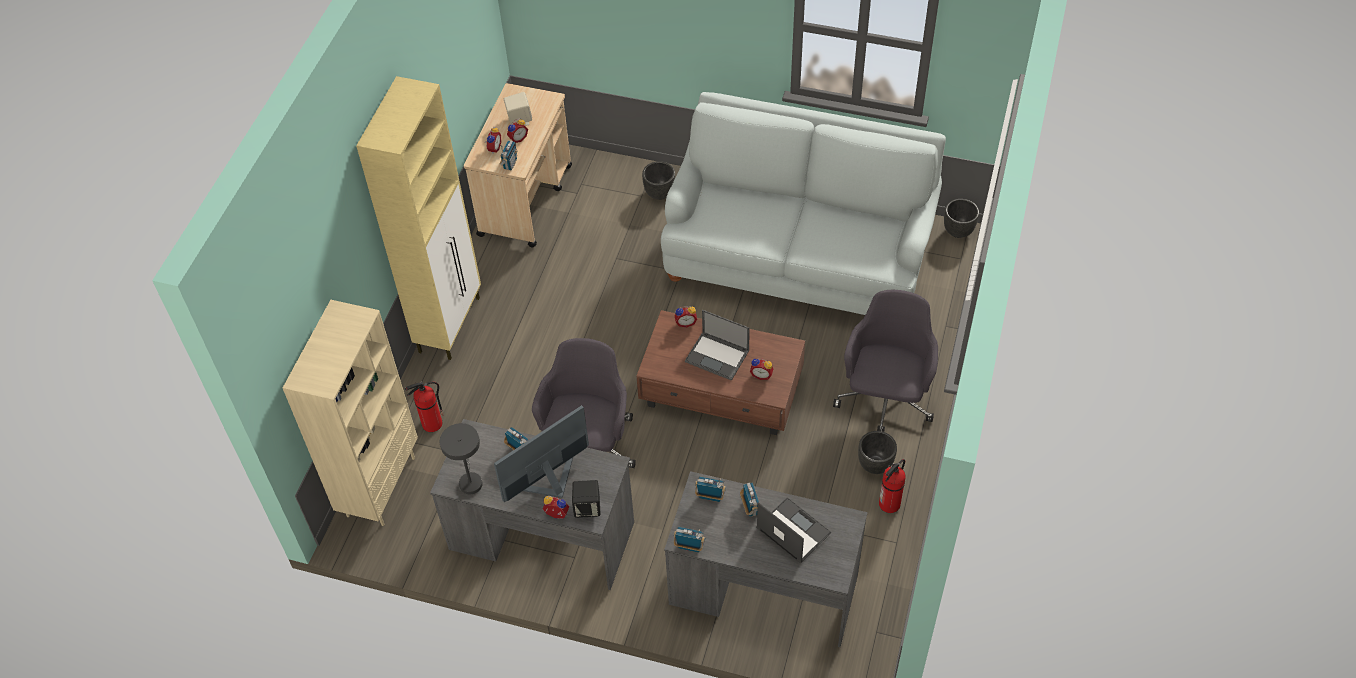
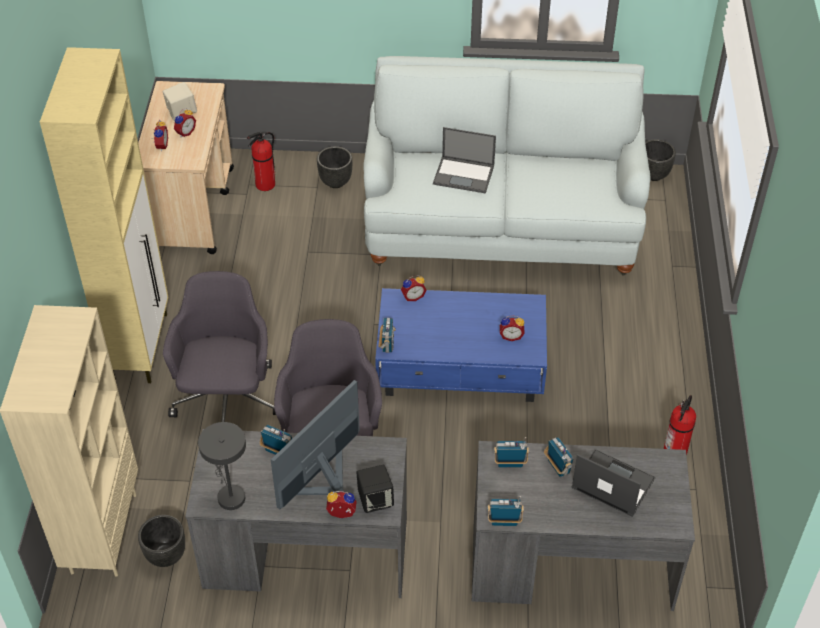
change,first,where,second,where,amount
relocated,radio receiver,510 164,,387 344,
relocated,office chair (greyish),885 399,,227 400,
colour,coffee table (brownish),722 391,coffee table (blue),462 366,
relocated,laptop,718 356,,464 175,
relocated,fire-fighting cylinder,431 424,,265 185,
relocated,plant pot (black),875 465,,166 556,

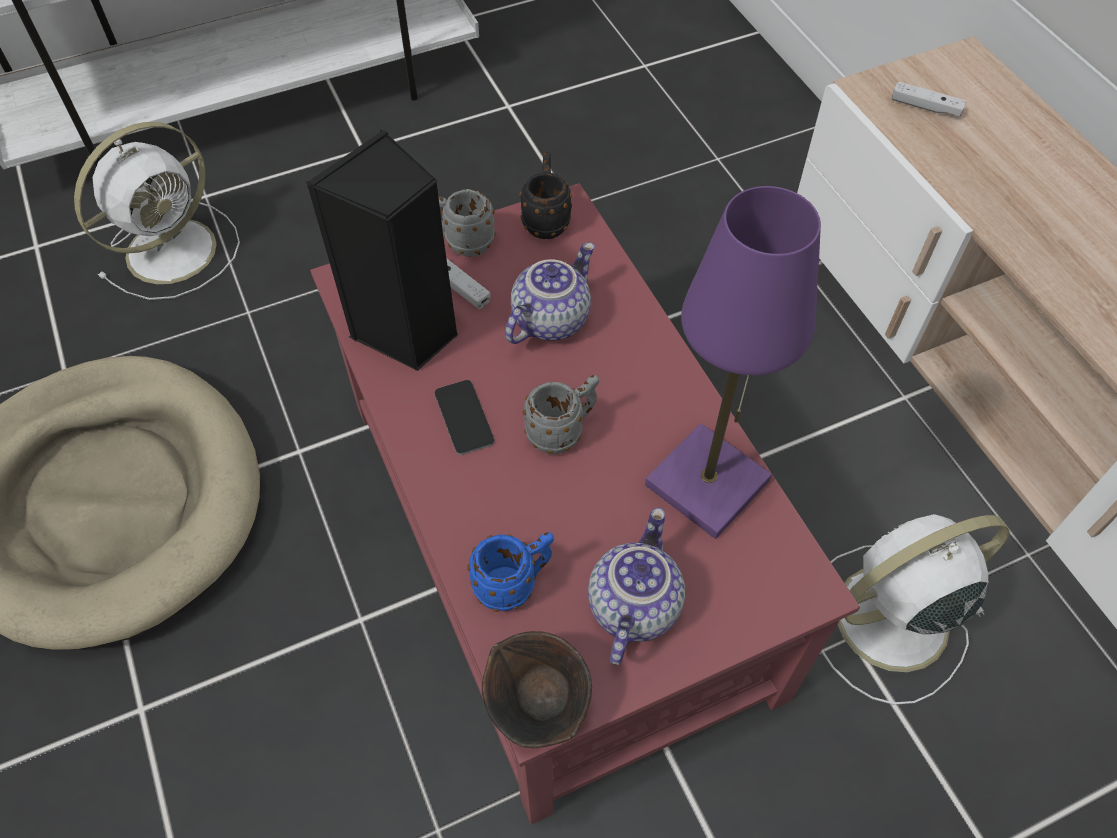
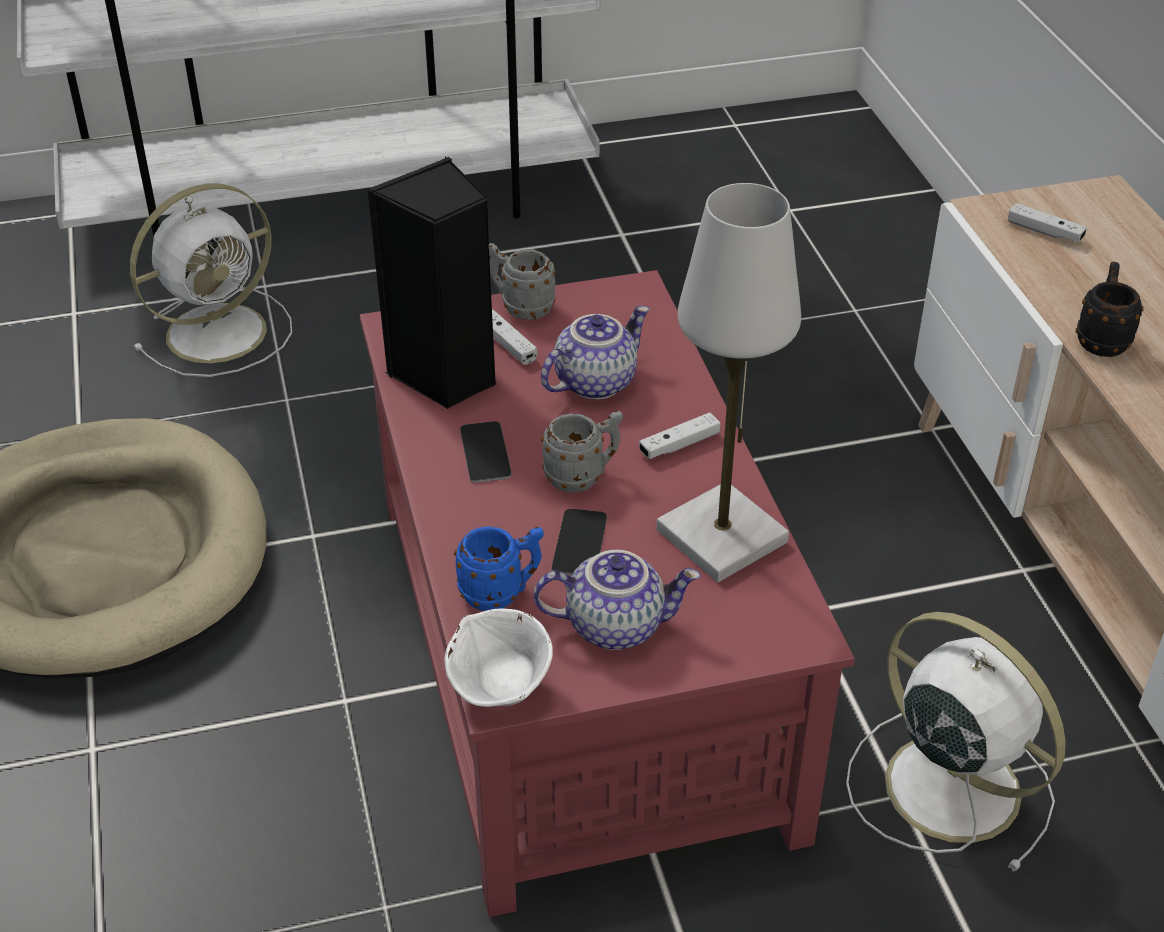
change,first,where,second,where,amount
relocated,coffee mug (black),546 220,,1101 339,
colour,lamp for a table (purple),707 483,lamp for a table (white),722 536,
spun,tea pot,631 605,,616 624,60 degrees clockwise
spun,electric fan (white),886 619,,947 784,60 degrees clockwise
colour,deep dish (brownish),539 704,deep dish (white),501 690,
appeared,,,game controller (white),679 445,
appeared,,,handset,579 543,

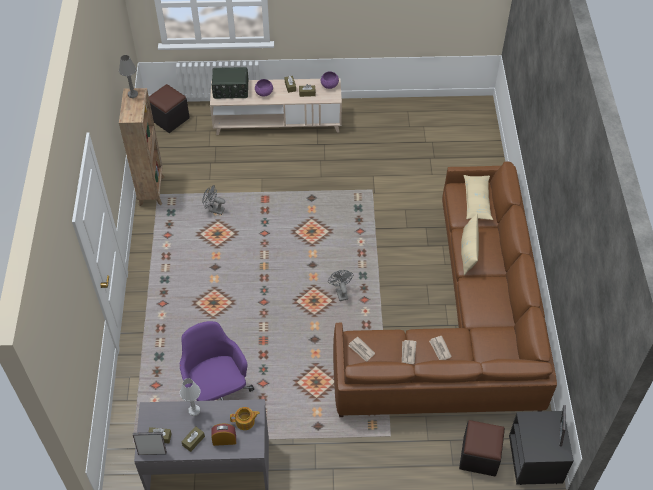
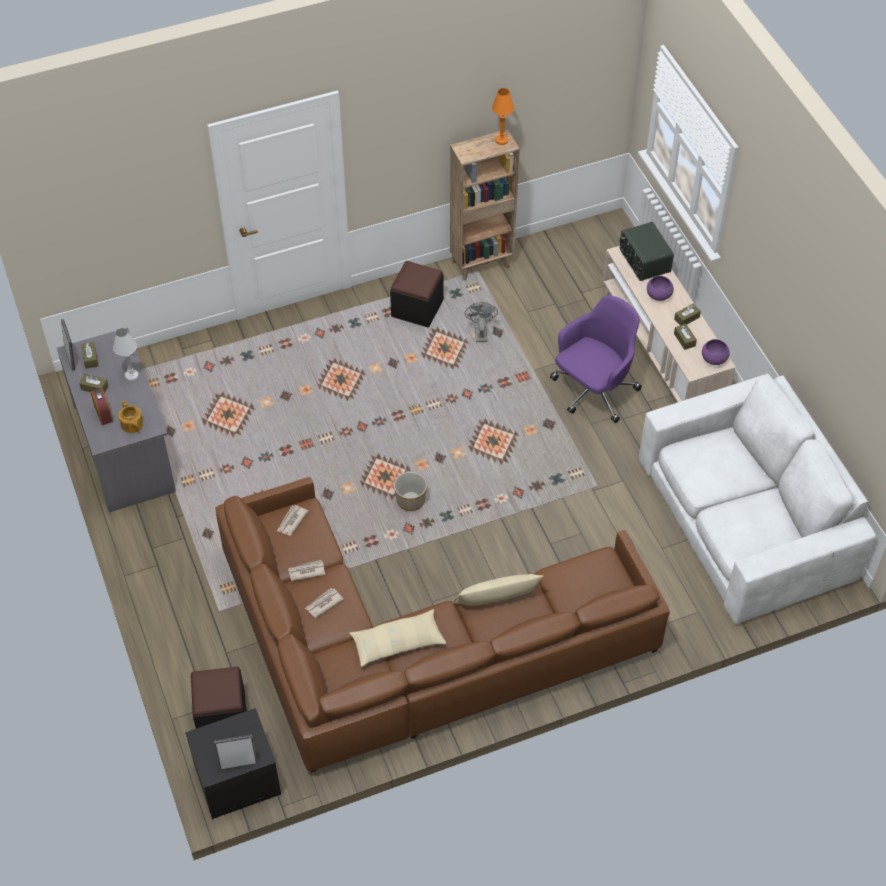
change,first,where,second,where,amount
colour,lamp for a table (greyish),133 94,lamp for a table (orangey),501 140,
relocated,pouffe (black),169 119,,417 308,
relocated,throw pillow (sand-coloured),477 201,,397 643,
exchanged,electric fan (greyish),341 292,plant pot,410 500,
relocated,office chair (purple),217 393,,593 392,
appeared,,,sofa (white),746 520,

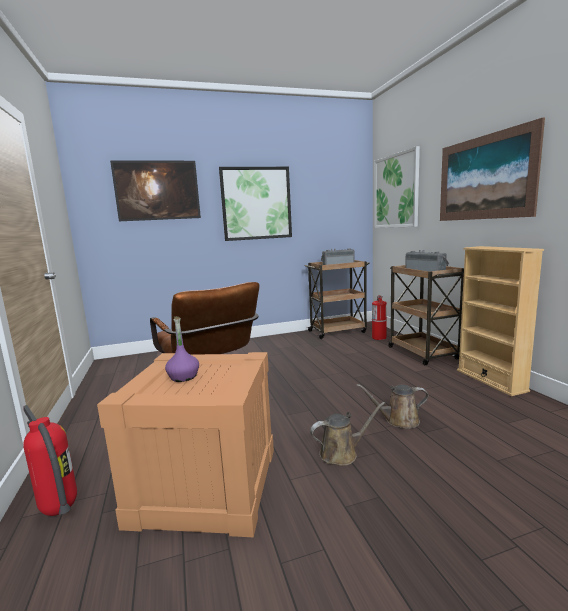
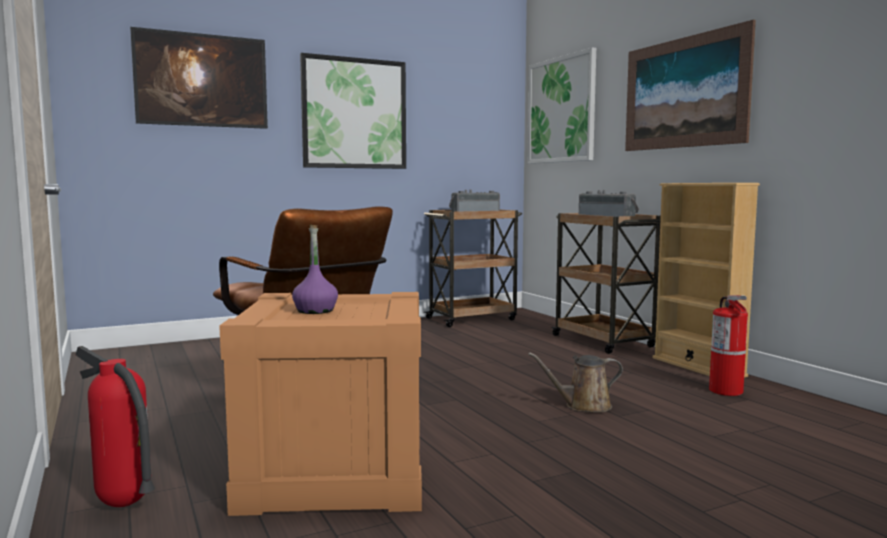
change,first,where,second,where,amount
relocated,fire-fighting cylinder,379 338,,726 391,
missing,sprinkling can (brownish),342 453,,,

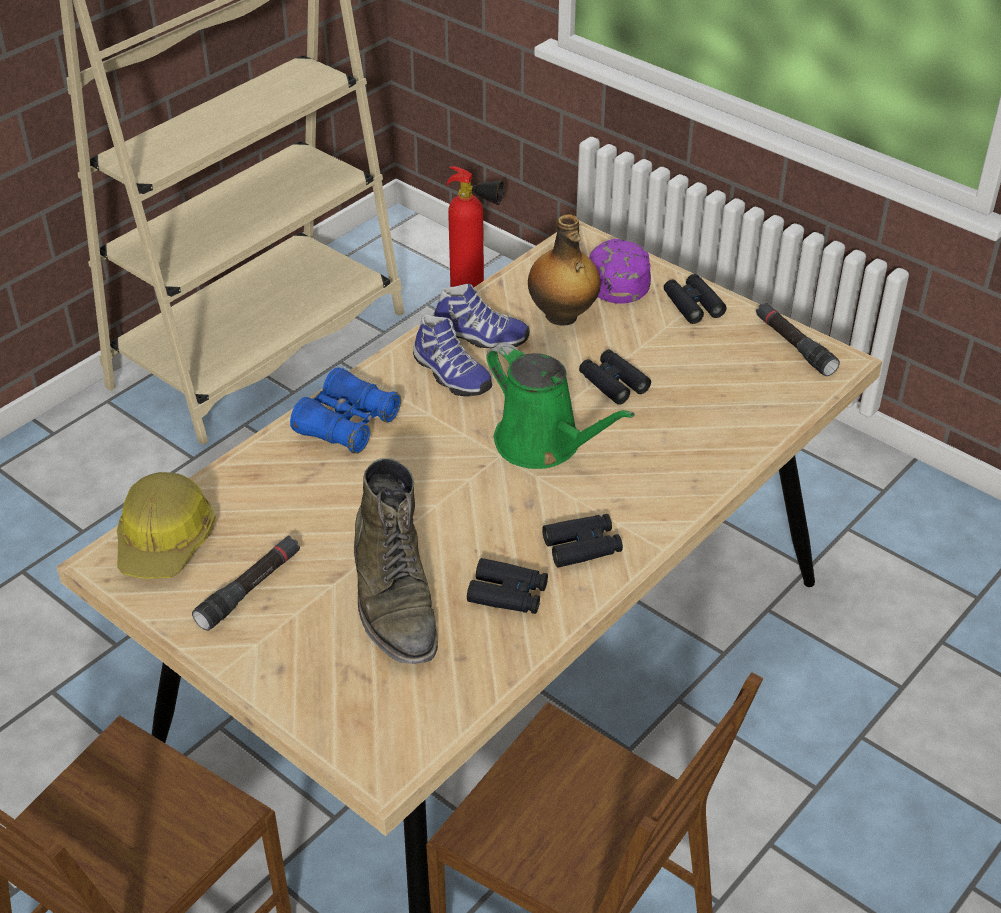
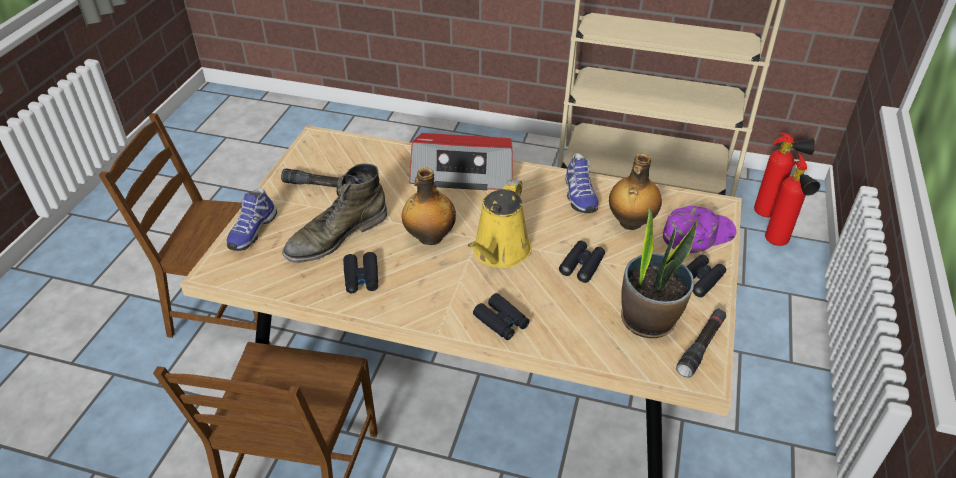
change,first,where,second,where,amount
relocated,low shoe,450 375,,251 231,
colour,sprinkling can (green),544 444,sprinkling can (yellowish),499 253,
exchanged,binoculars (blue),347 424,radio receiver,463 173,
missing,safety helmet,166 540,,,
relocated,binoculars (black),582 546,,501 321,
appeared,,,fire-fighting cylinder,770 213,
appeared,,,drink bottle,429 237,
appeared,,,plant in a pot,648 319,

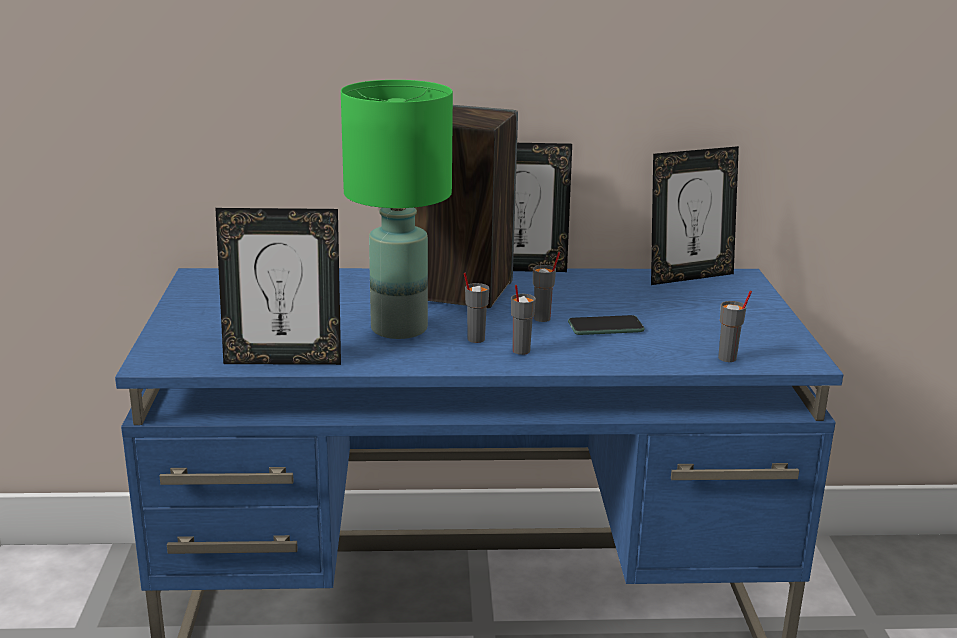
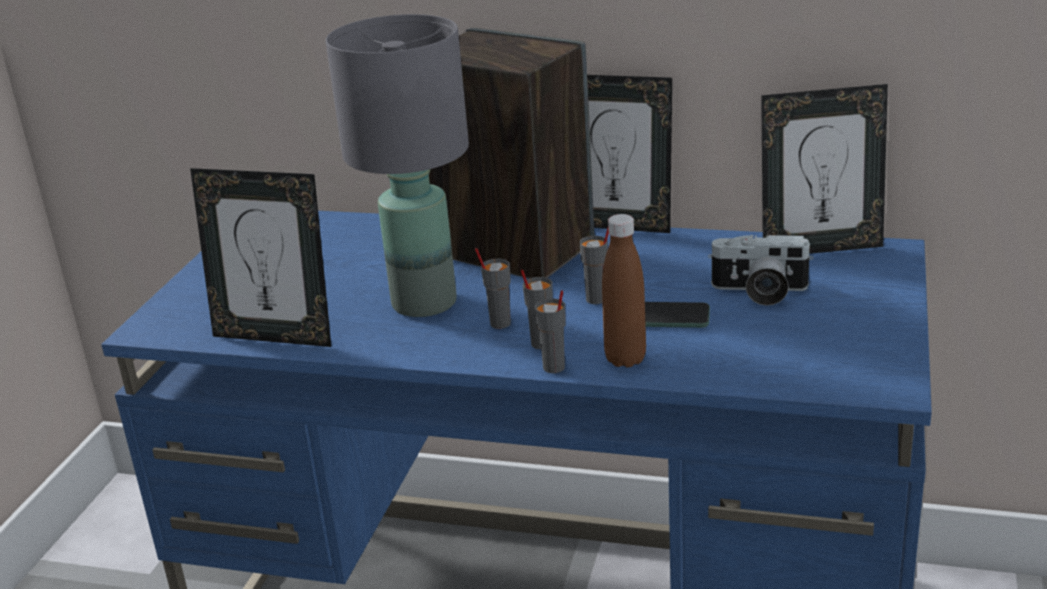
change,first,where,second,where,amount
colour,lamp for a table (green),399 329,lamp for a table (greyish),424 303,
relocated,drinking cup (greyish),727 358,,554 367,
appeared,,,drink bottle (brownish),625 359,
appeared,,,still camera,759 292,

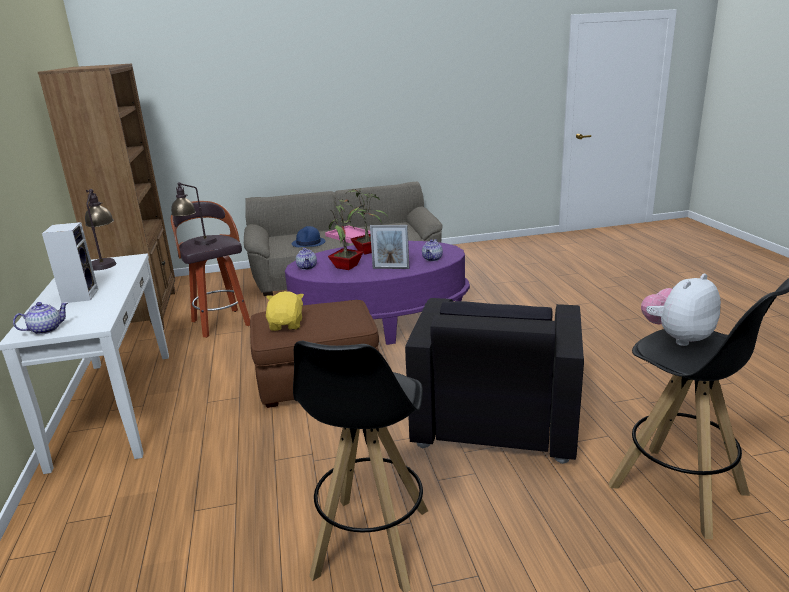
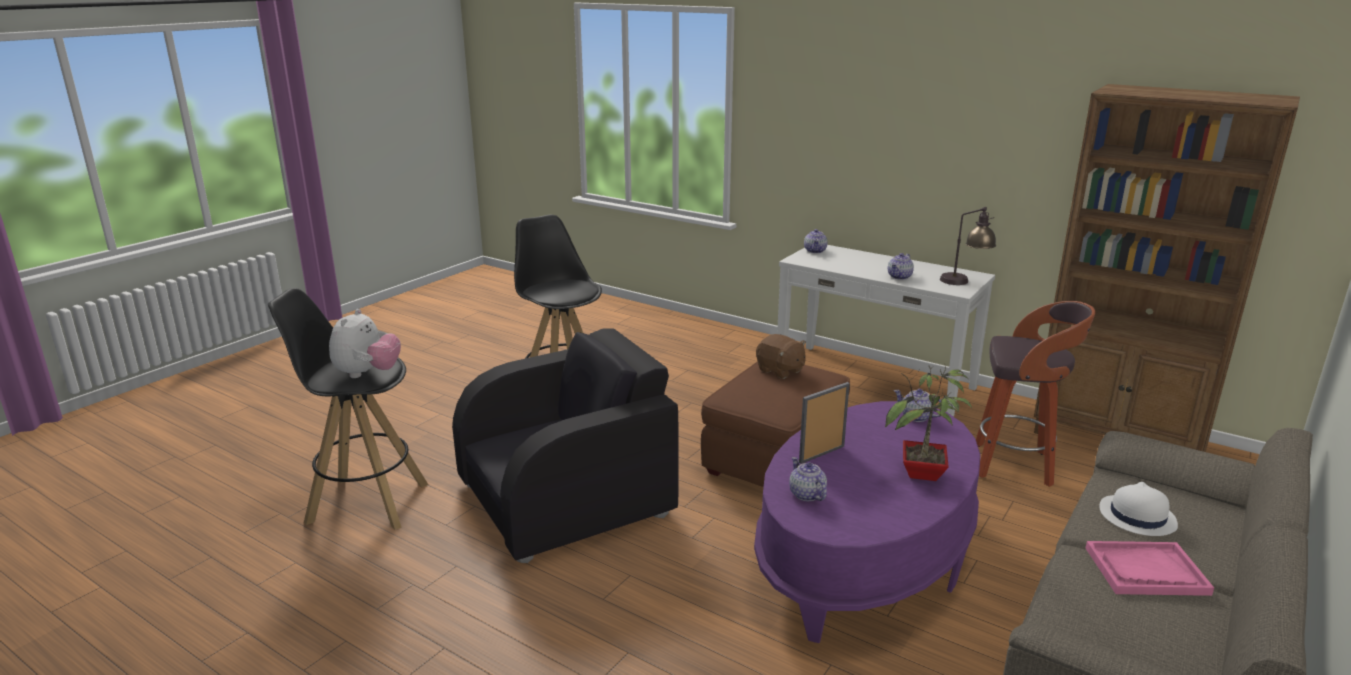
change,first,where,second,where,amount
missing,lamp for a table,197 244,,,
missing,plant in a pot,348 267,,,
missing,speaker,80 295,,,
colour,wearable hat (blue),308 243,wearable hat (white),1136 516,
colour,plush toy (yellowish),287 325,plush toy (brownish),780 370,
spun,armchair (black),496 415,,567 499,90 degrees clockwise
appeared,,,tea pot,899 277,

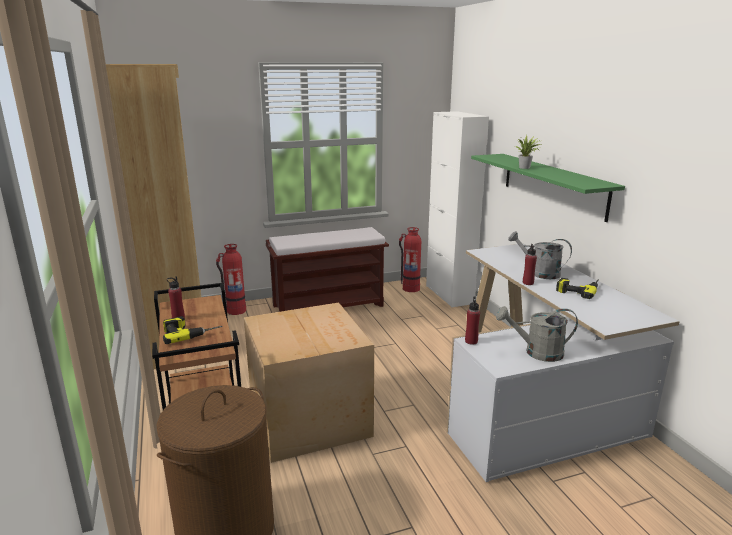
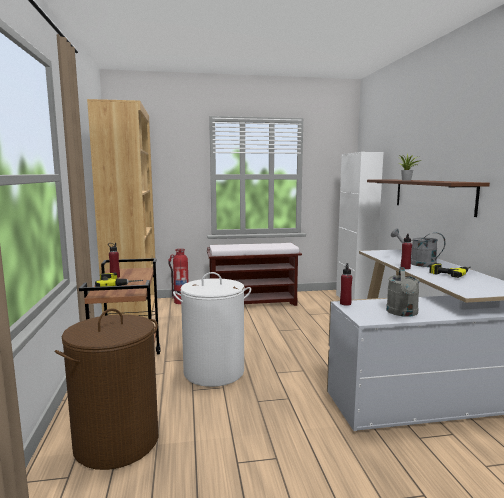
change,first,where,second,where,amount
colour,shelf (green),552 184,shelf (brownish),432 195,
missing,fire-fighting cylinder,410 288,,,
exchanged,carton,310 417,laundry basket (white),214 371,
spun,sprinkling can (greyish),537 352,,402 313,90 degrees counterclockwise

